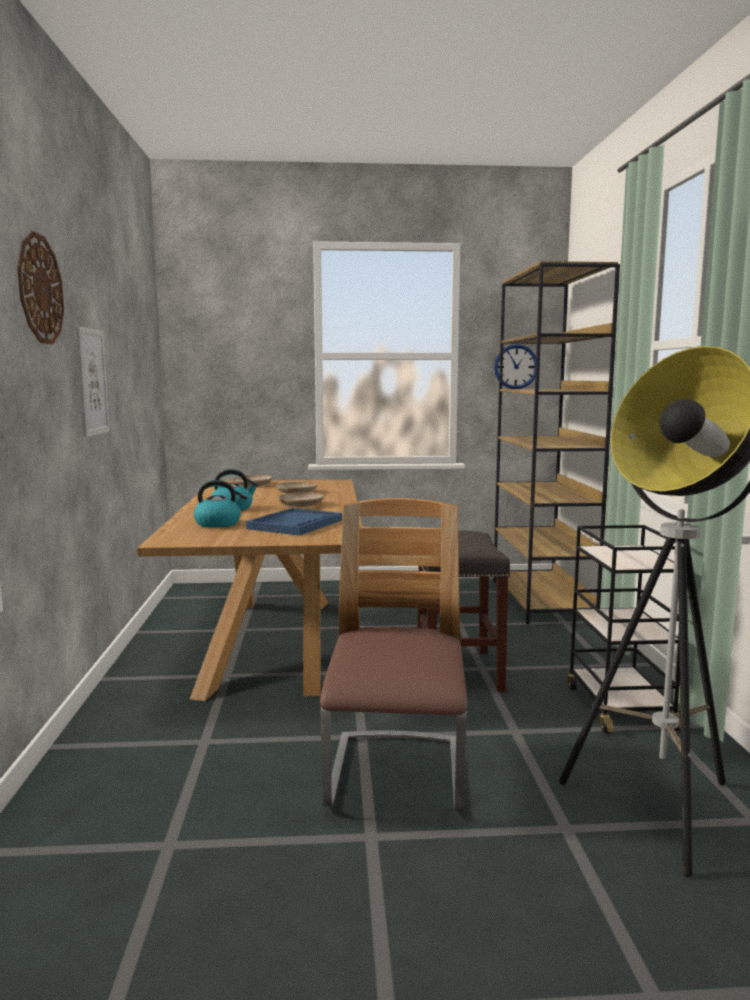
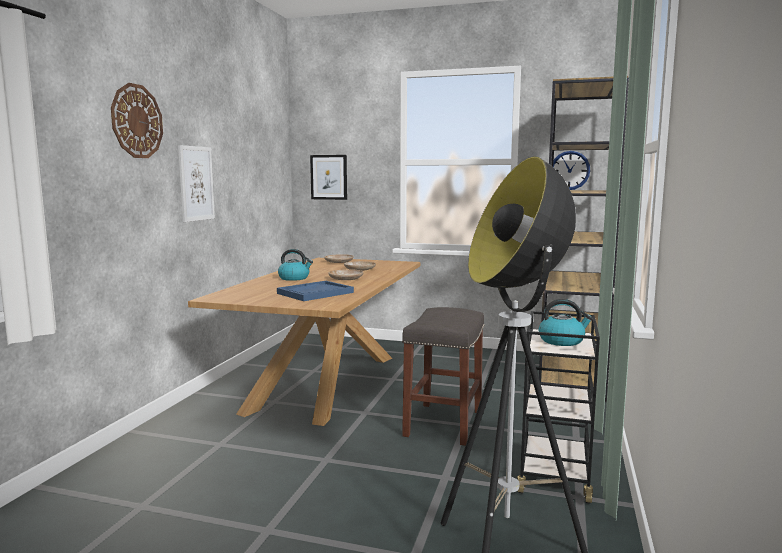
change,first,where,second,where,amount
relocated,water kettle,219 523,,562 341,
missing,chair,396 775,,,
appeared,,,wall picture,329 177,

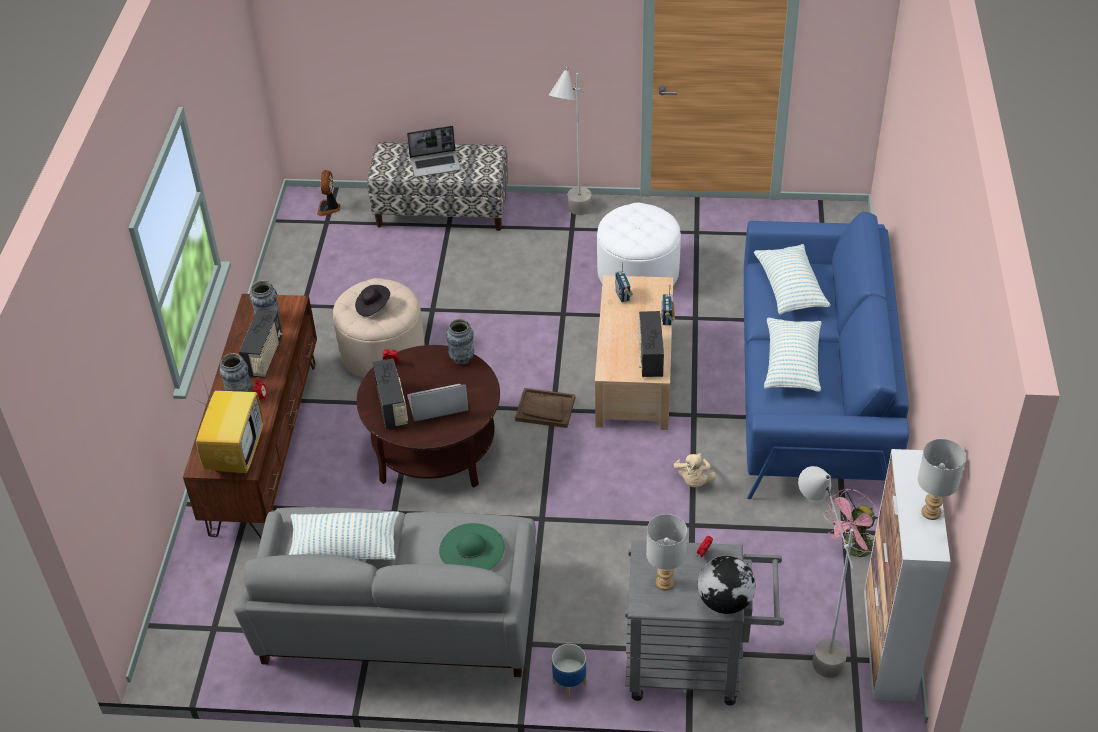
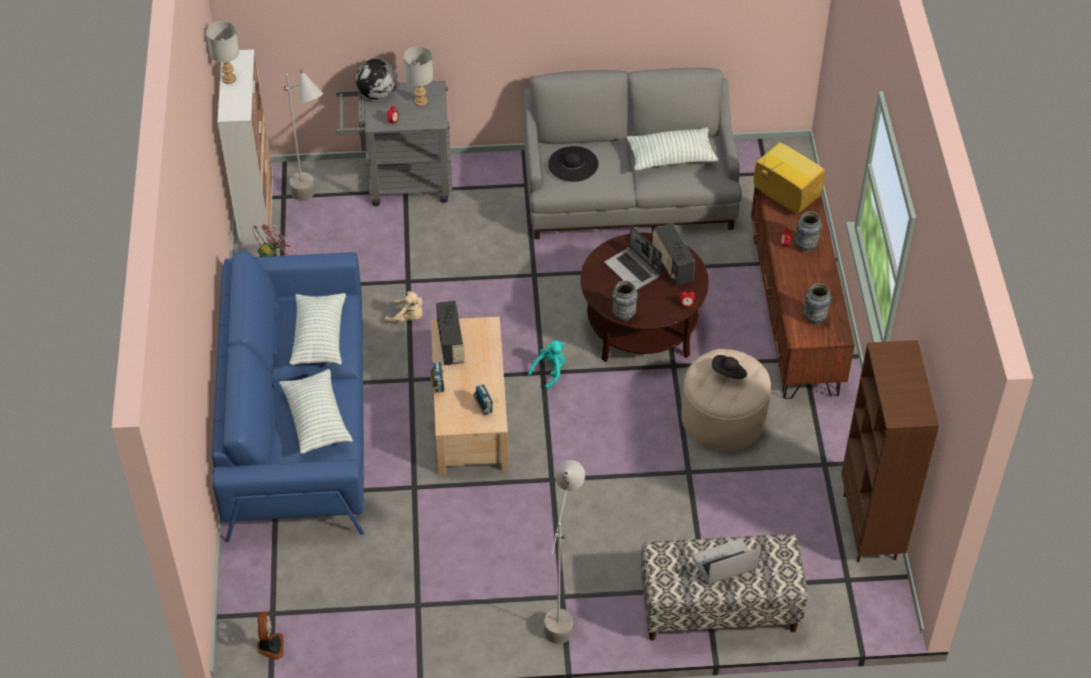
change,first,where,second,where,amount
relocated,electric fan,329 208,,270 646,
missing,pouffe (white),638 273,,,
missing,radio receiver,264 357,,,
spun,TV set,235 452,,784 197,135 degrees clockwise
spun,laptop,437 405,,633 270,75 degrees clockwise
exchanged,carrying tray (brownish),545 409,plush toy (turquoise-coloured),550 372,
spun,plush toy (sand-coloured),694 481,,408 318,120 degrees clockwise
colour,wearable hat (green),472 549,wearable hat (black),573 164,
missing,plant pot,569 684,,,
appeared,,,bookshelf (brownish),871 527,

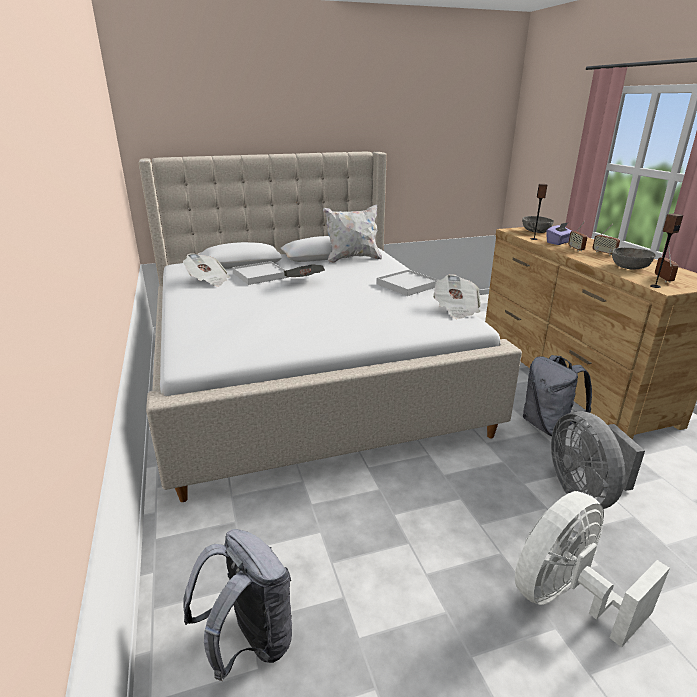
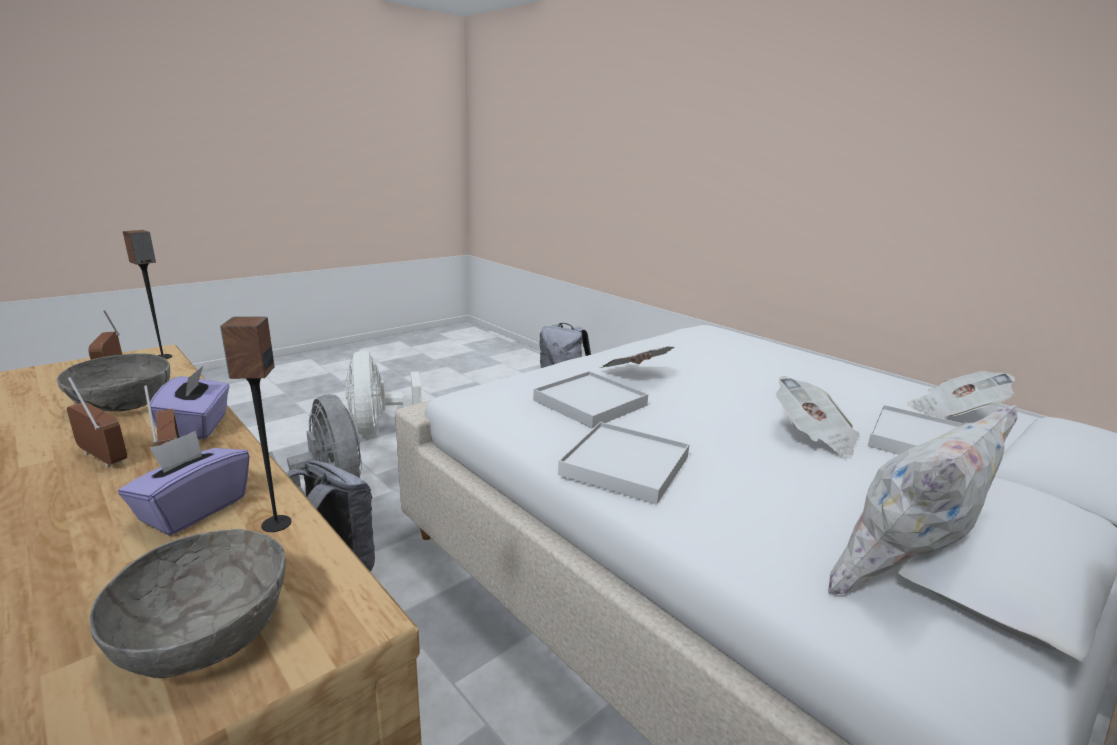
change,first,where,second,where,amount
relocated,daily paper,456 309,,634 375,
spun,electric fan (white),566 597,,379 428,135 degrees clockwise
appeared,,,box of tissues (purple),198 427,
appeared,,,carrying tray (white),590 403,

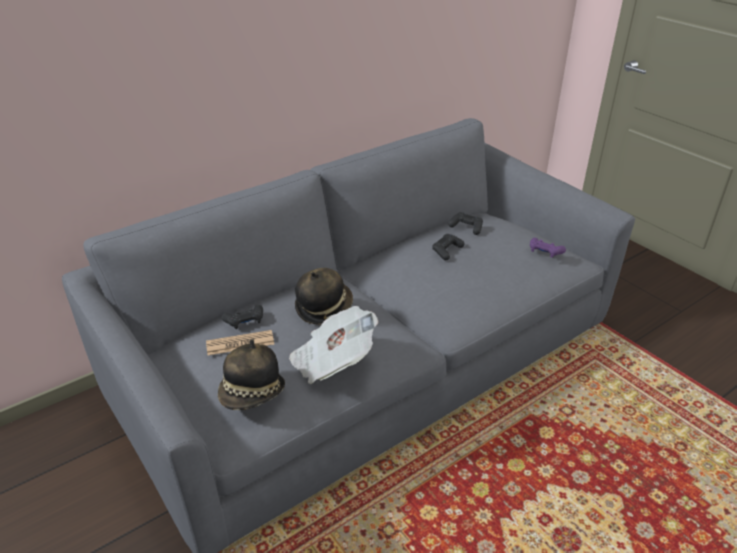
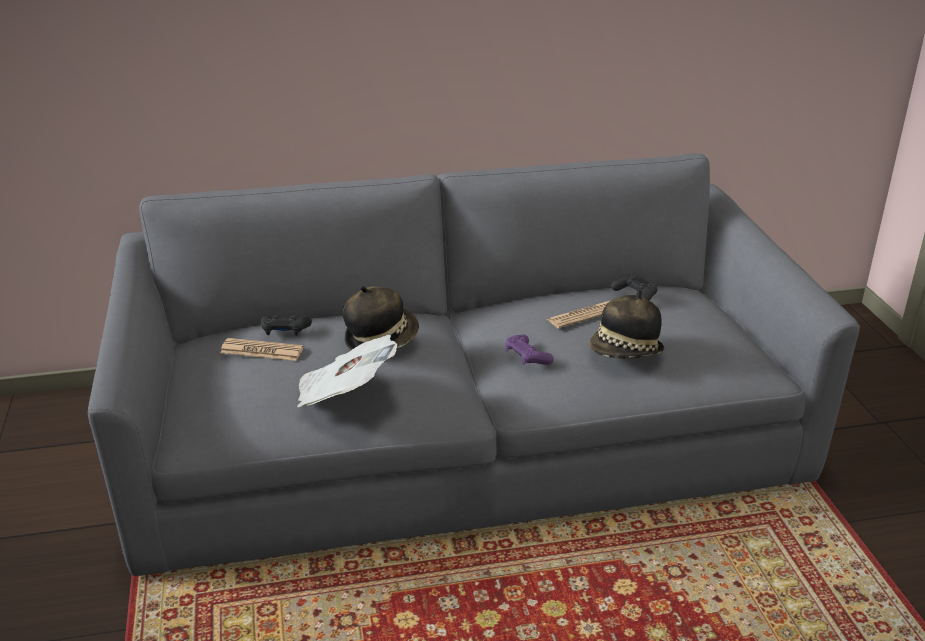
change,first,where,second,where,amount
exchanged,game controller (black),447 251,daily paper,584 315,
relocated,game controller (purple),545 252,,527 357,
relocated,wearable hat,252 394,,625 353,

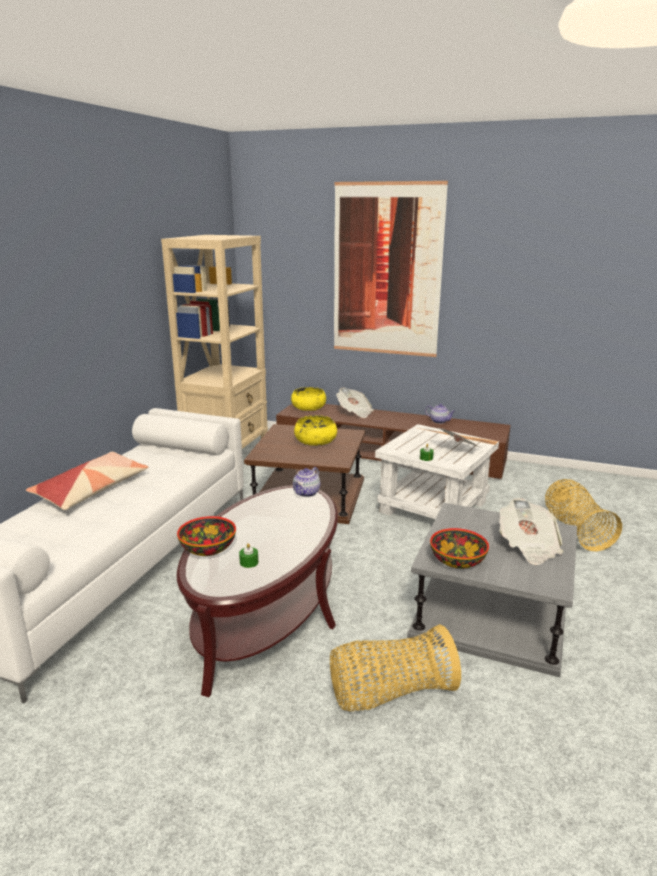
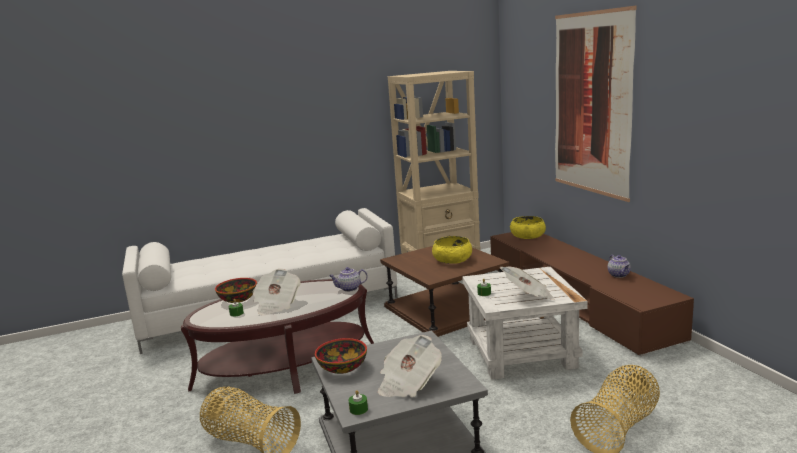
change,first,where,second,where,amount
relocated,daily paper,355 412,,276 304,
missing,throw pillow,92 490,,,
appeared,,,candle (green),358 409,

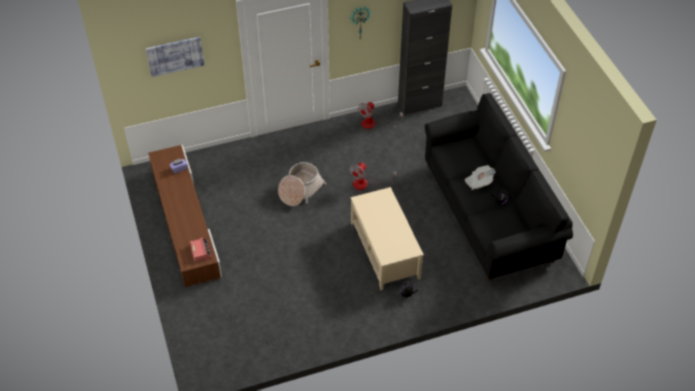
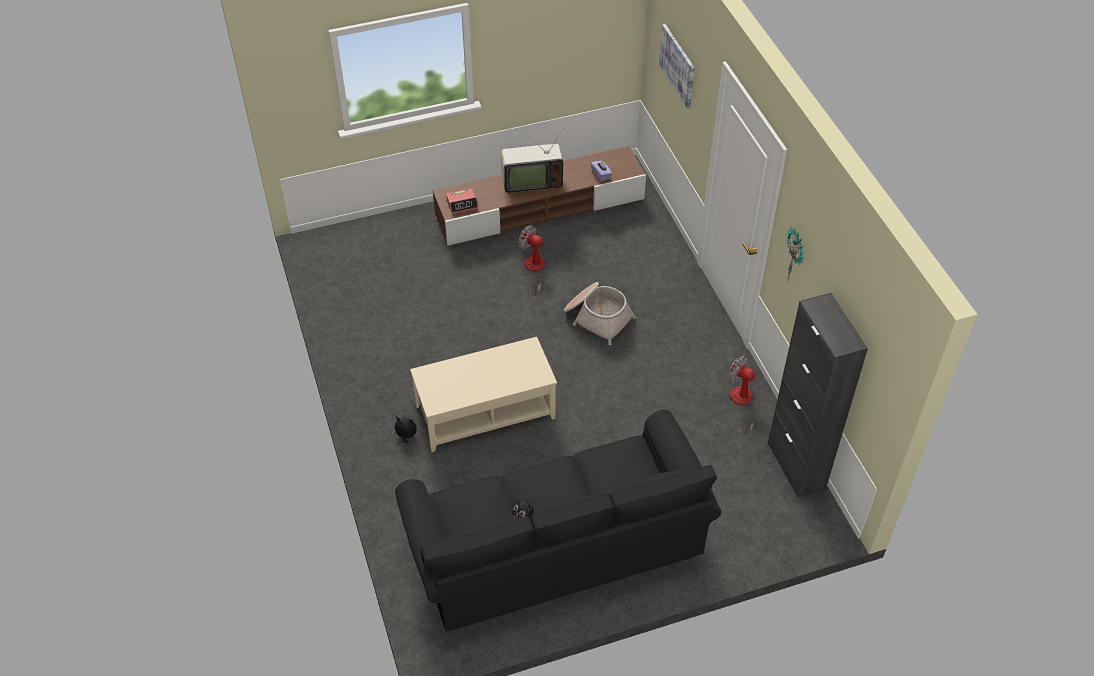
change,first,where,second,where,amount
relocated,electric fan,366 184,,535 269,
missing,daily paper,478 182,,,
appeared,,,TV set,530 182,

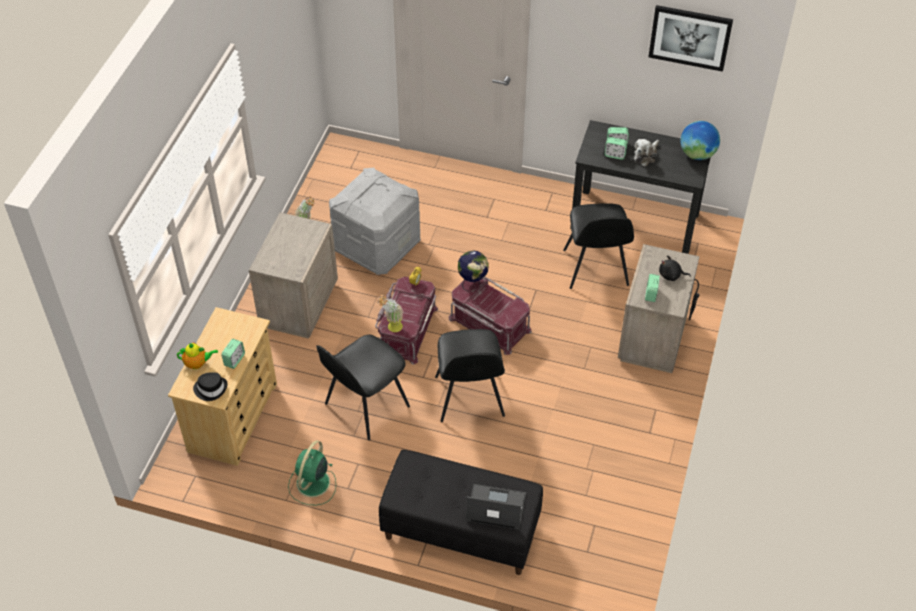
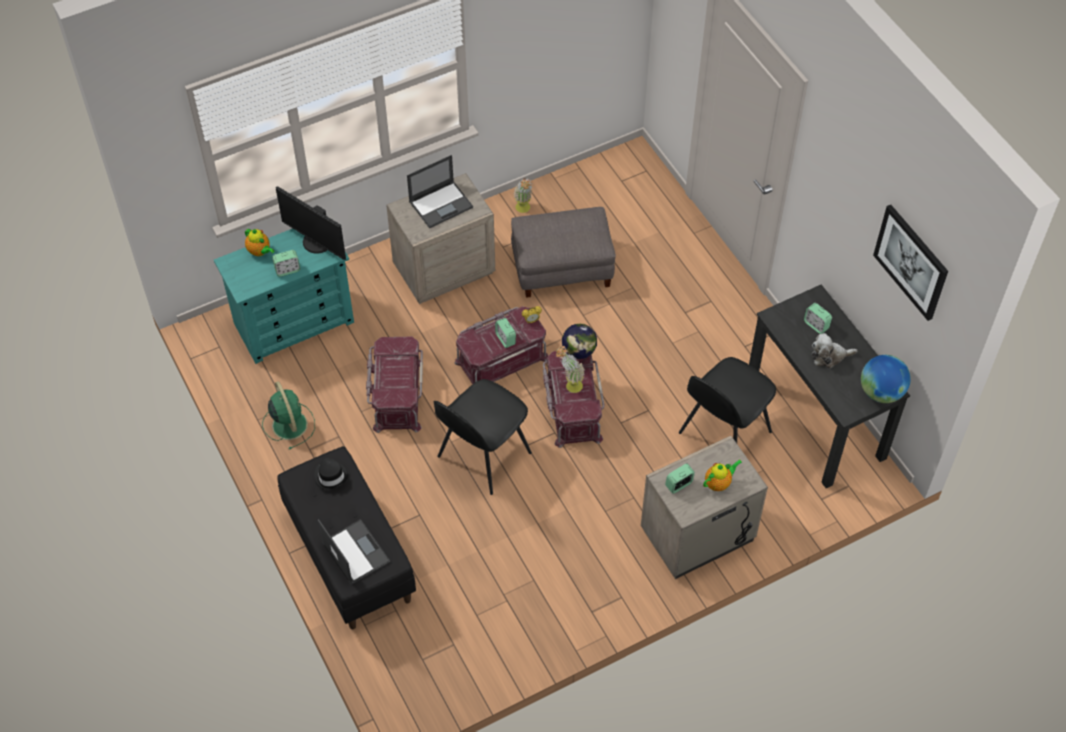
change,first,where,second,where,amount
relocated,bedside clock,615 155,,505 339,
exchanged,storage bin (greyish),377 245,pouffe (greyish),562 267,
exchanged,plush toy (black),671 275,tea pot,719 483,
relocated,plant in a pot,391 328,,569 385,
colour,chest of drawers (sand-coloured),233 417,chest of drawers (turquoise-coloured),294 323,
exchanged,chair (black),365 406,storage bin (reddish),397 395,
relocated,wearable hat (black),211 389,,330 475,
spun,electric fan (green),312 484,,289 423,90 degrees clockwise
appeared,,,laptop,441 204,
appeared,,,computer display,316 243,

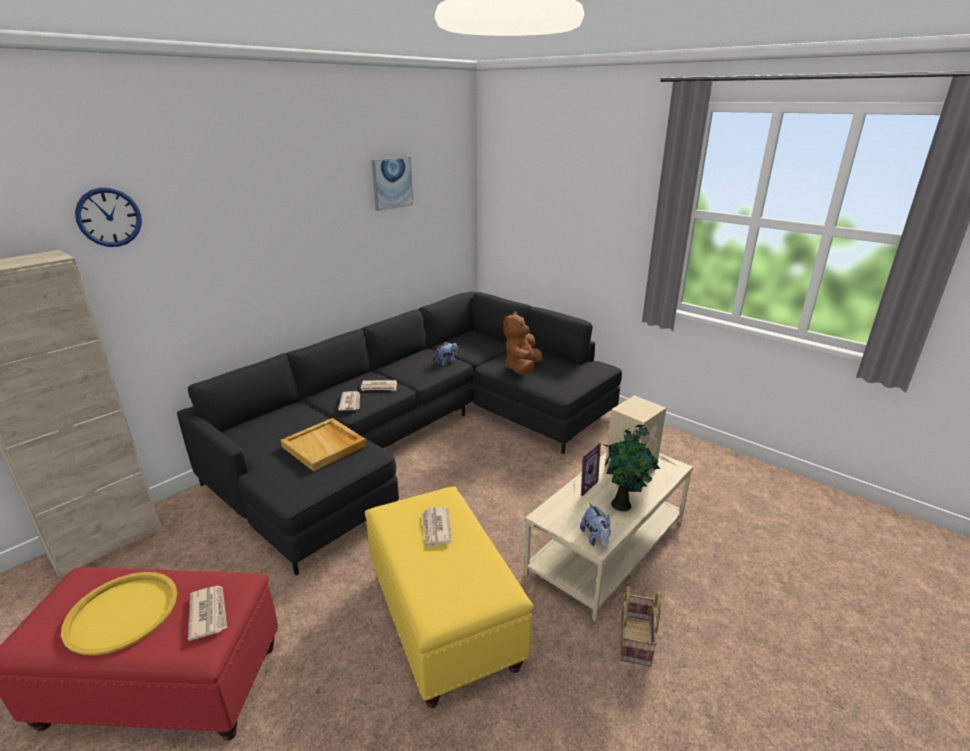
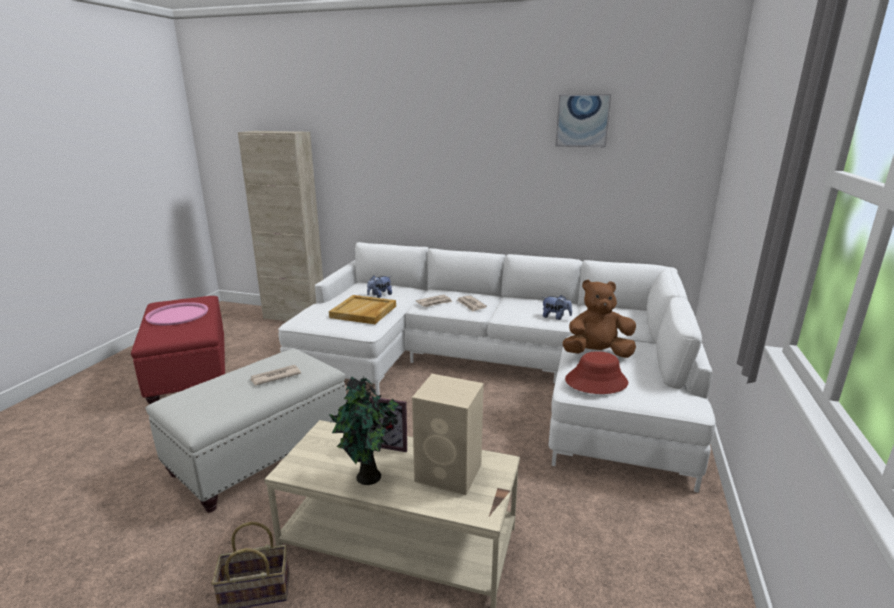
change,first,where,second,where,amount
missing,wall clock,109 217,,,
colour,sofa (black),421 433,sofa (white),498 371,
colour,pouffe (yellowish),442 617,pouffe (white),262 454,
relocated,plush toy,596 539,,379 295,
colour,carrying tray (yellowish),122 613,carrying tray (pink),177 315,
missing,daily paper,208 613,,,
appeared,,,wearable hat (reddish),596 381,

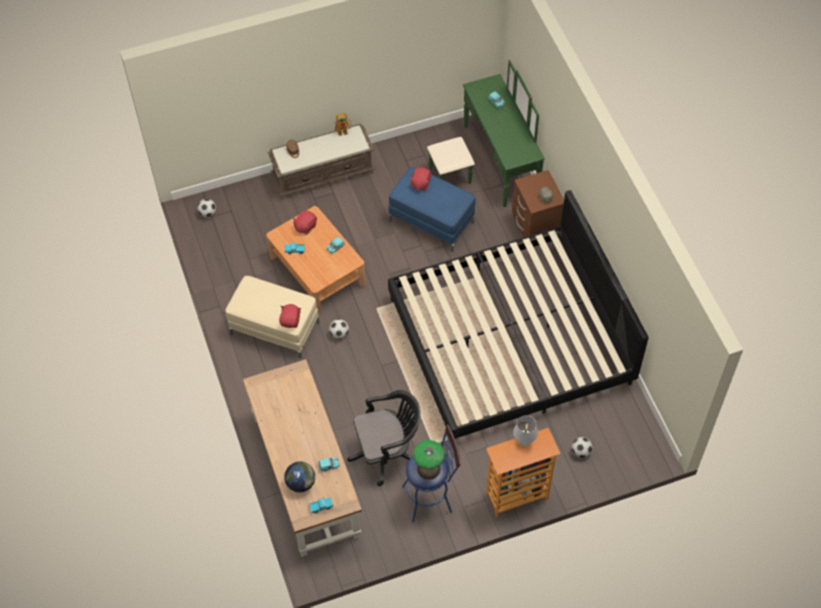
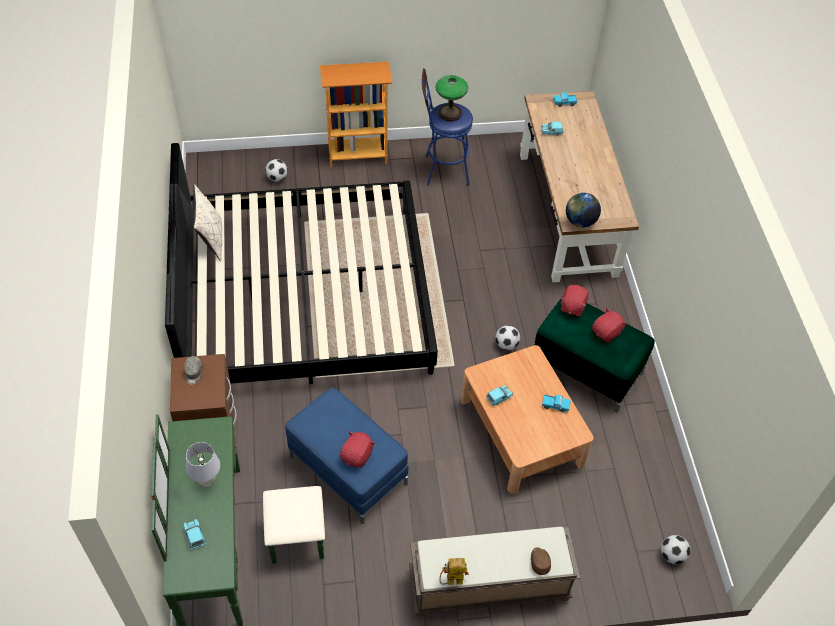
change,first,where,second,where,amount
relocated,plush toy (reddish),305 226,,606 332,
colour,pouffe (sand-coloured),274 328,pouffe (green),587 368,
missing,office chair (black),387 452,,,
relocated,lamp for a table (white),524 442,,207 481,
relocated,globe,301 483,,580 221,
appeared,,,throw pillow (sand-coloured),211 240,

